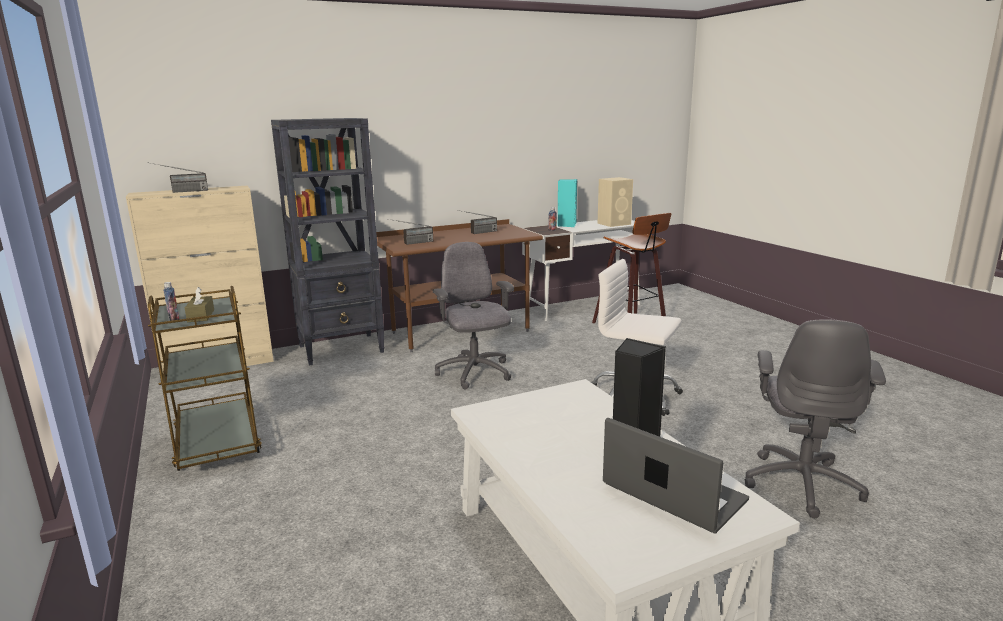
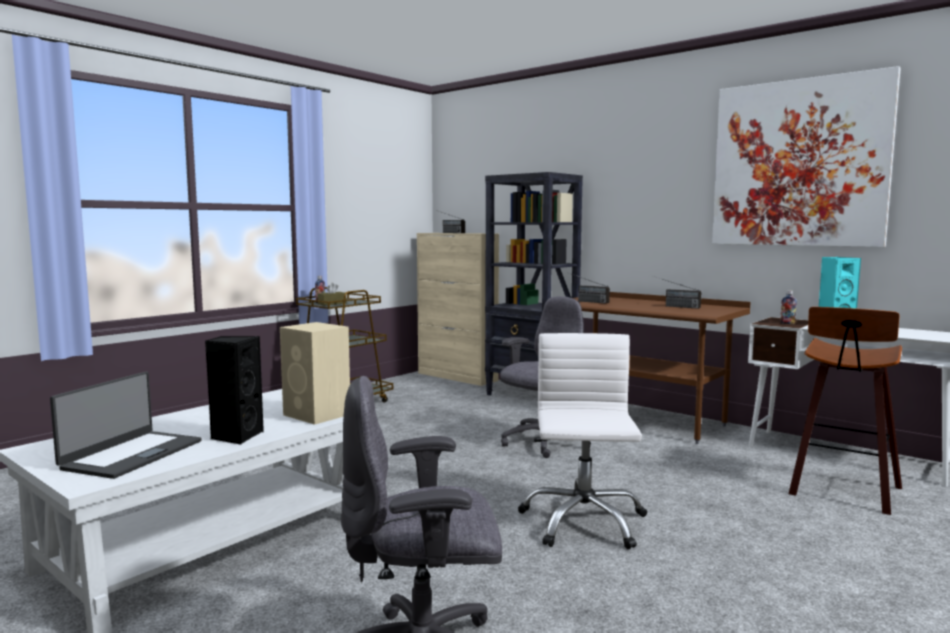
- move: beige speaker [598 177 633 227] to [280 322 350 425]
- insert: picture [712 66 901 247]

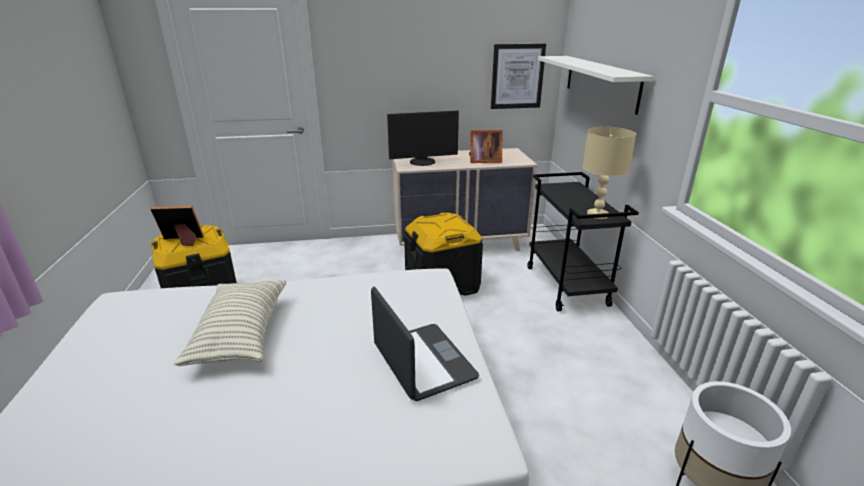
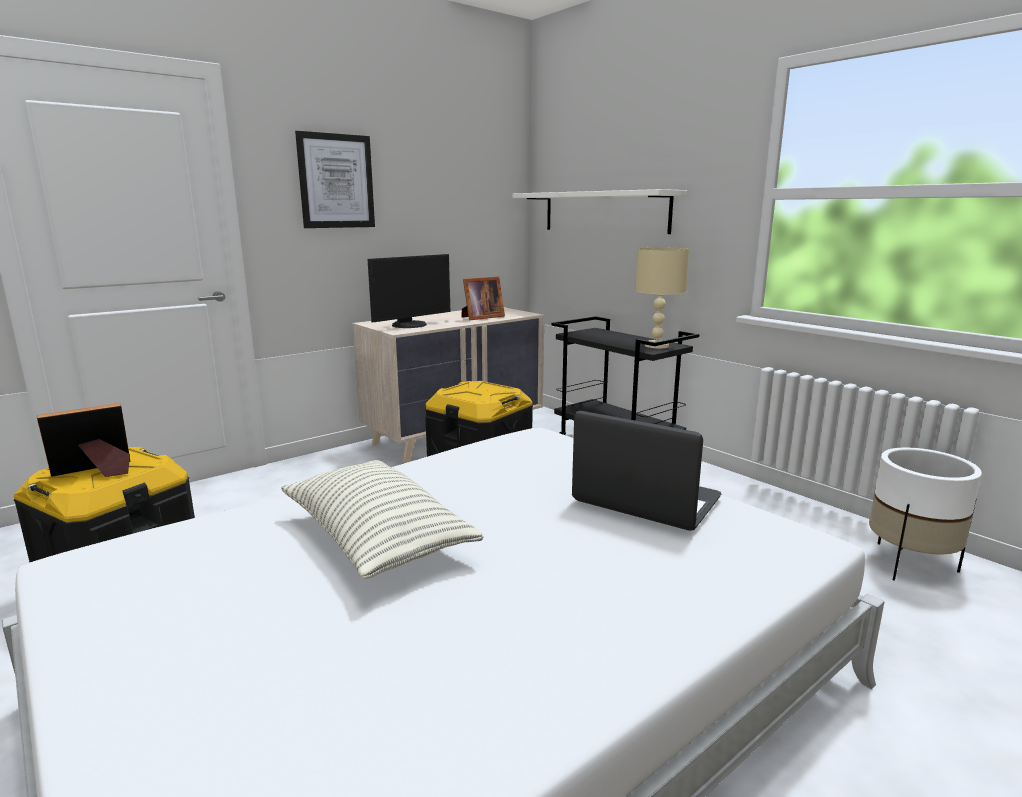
- move: picture [491 44 546 109] to [295 131 375 228]

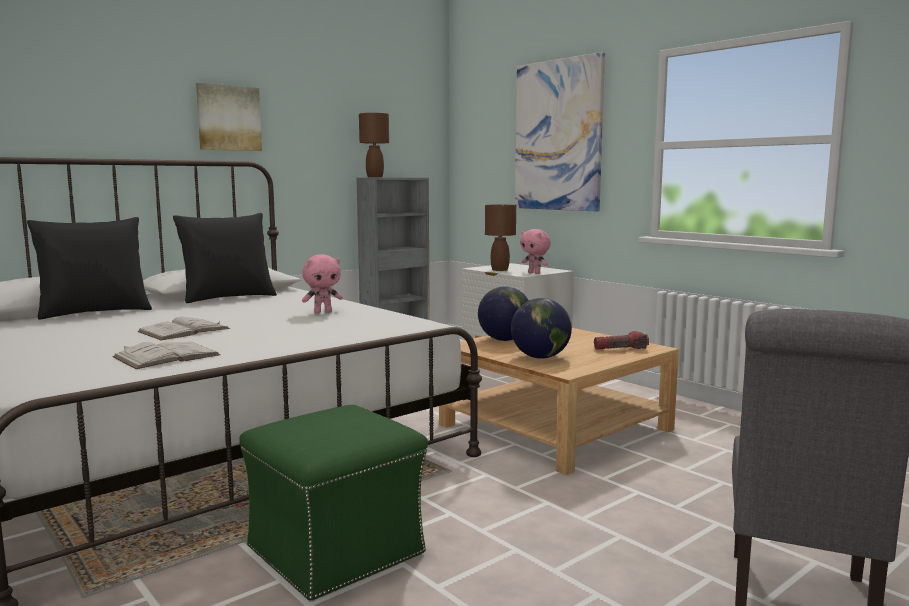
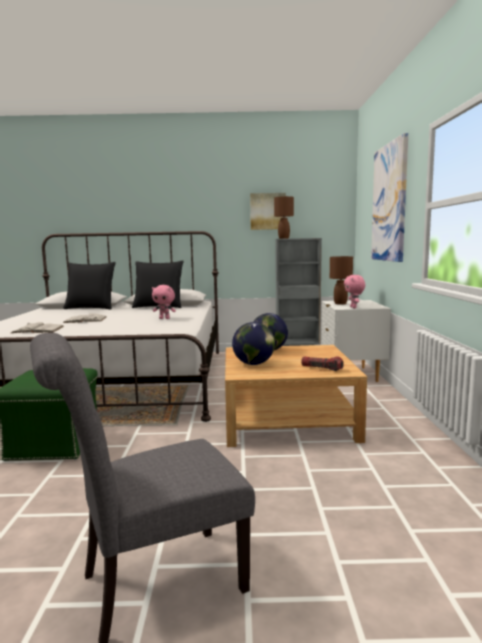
- move: picture [196 83 262 151] to [250 193 286 230]

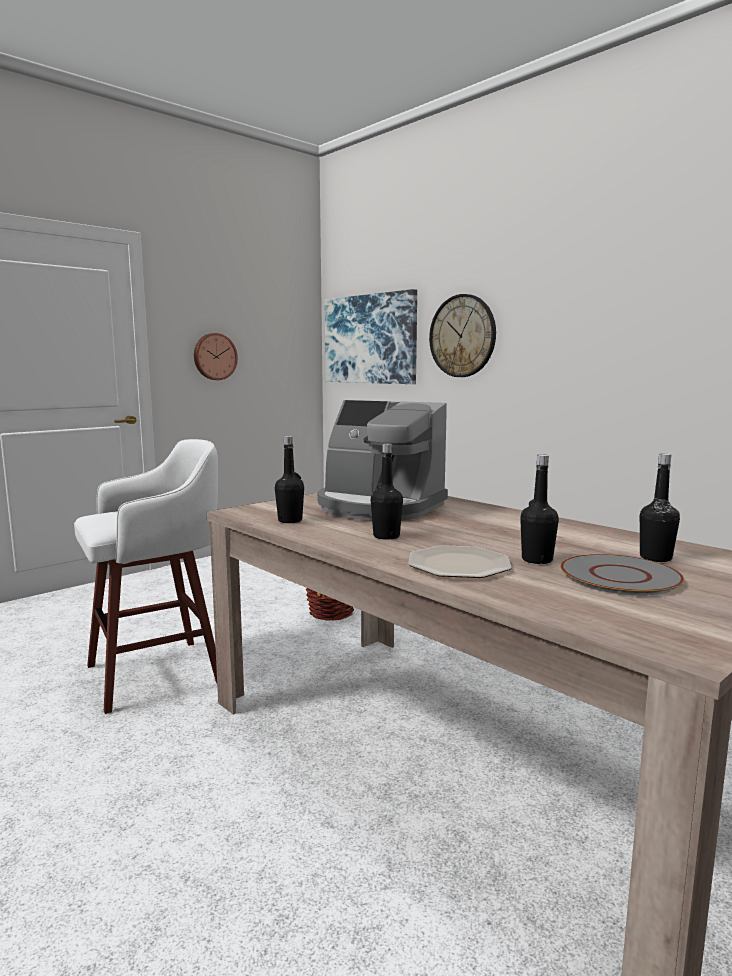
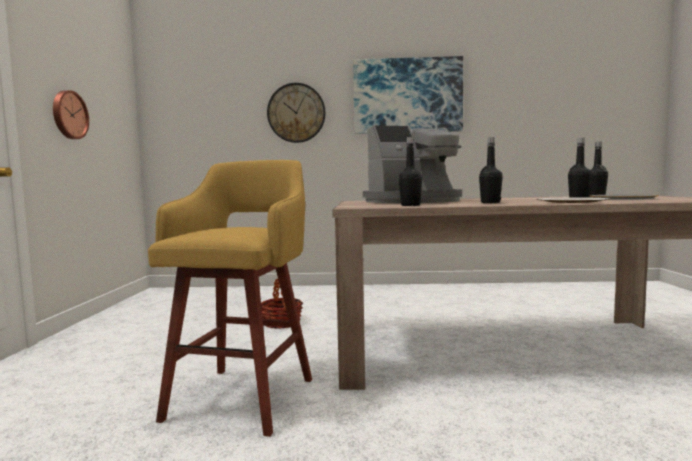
- move: picture [325 289 417 384] to [353 56 463 134]
- recolor: white stool [74 439 218 714] to yellow stool [148 160 312 437]

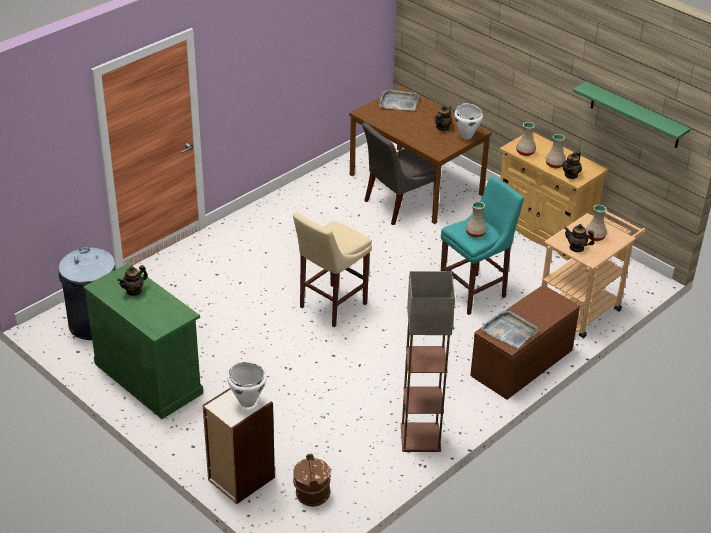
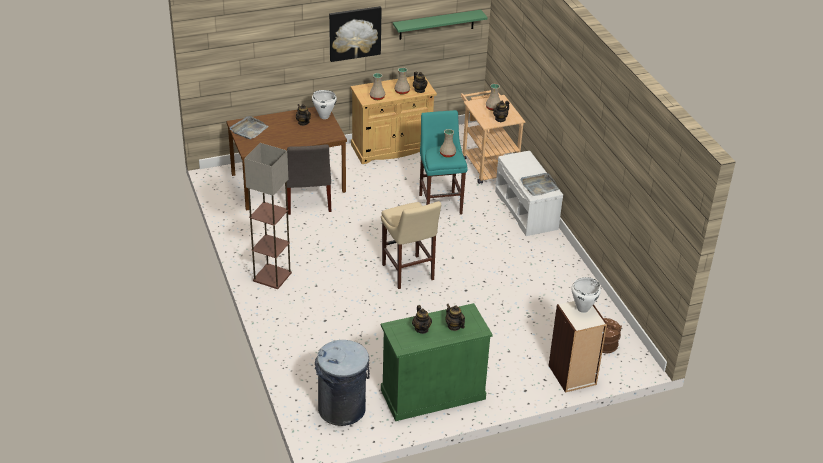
- move: floor lamp [401 271 455 452] to [244 143 292 289]
- recolor: brown bench [470 285 580 400] to white bench [495 151 563 236]
- insert: picture [329 6 382 62]
- insert: teapot [446 304 465 331]

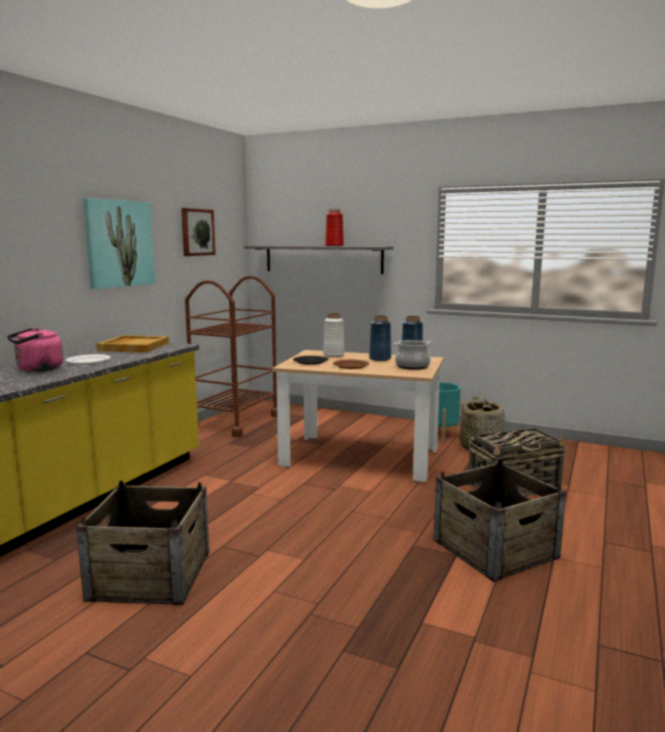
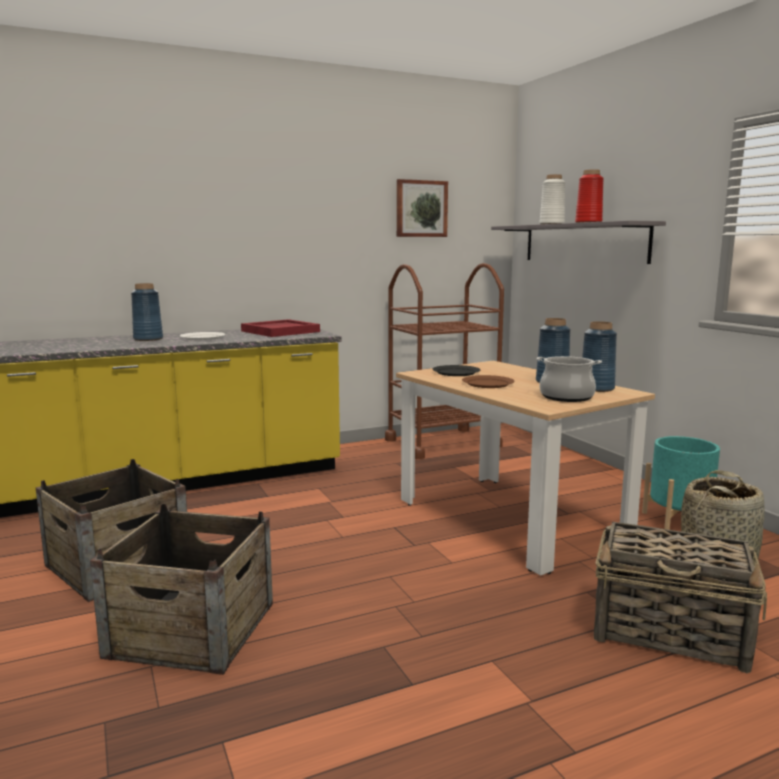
- delete: picture [83 198 155 289]
- move: white vase [323 313 345 357] to [539 174 565 224]
- replace: pink kettle [7 328 63 372] to blue vase [131 283 163 341]
- recolor: beige tray [96 335 169 353] to red tray [241 319 320 337]
- move: crate [434 458 566 582] to [90 504 273 675]

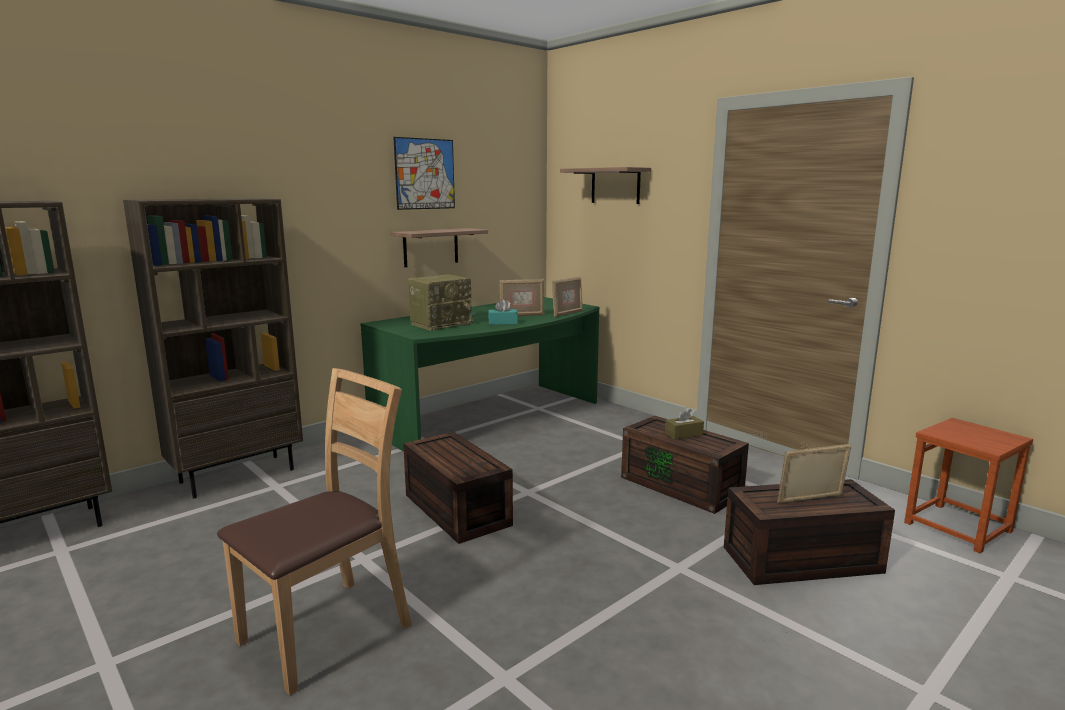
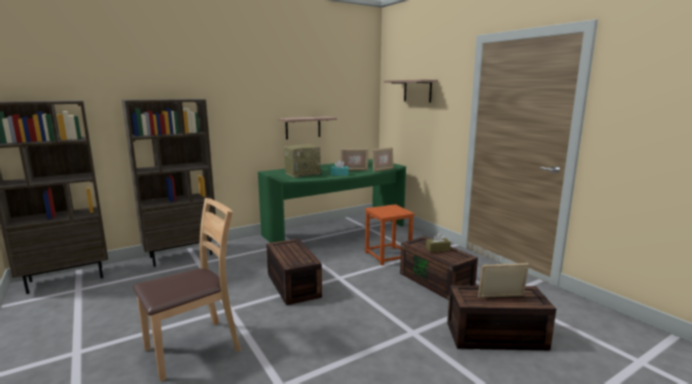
- delete: picture [393 137 455 210]
- move: brown stool [904 418 1033 553] to [365 204 414 265]

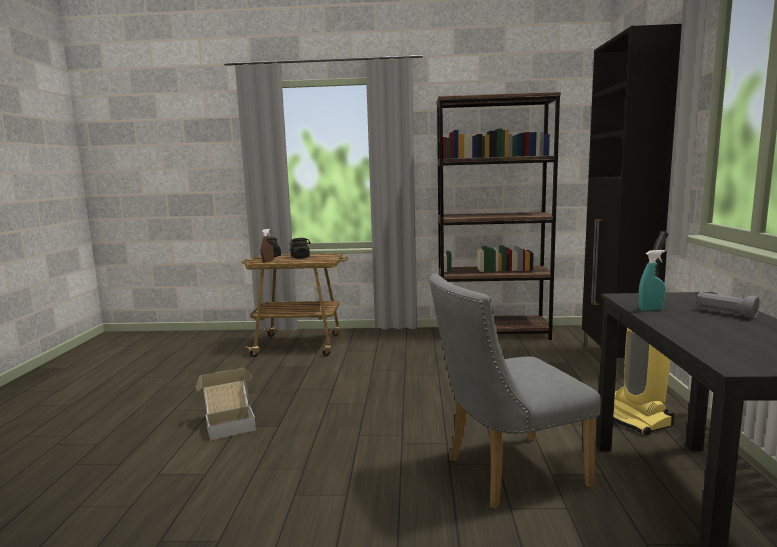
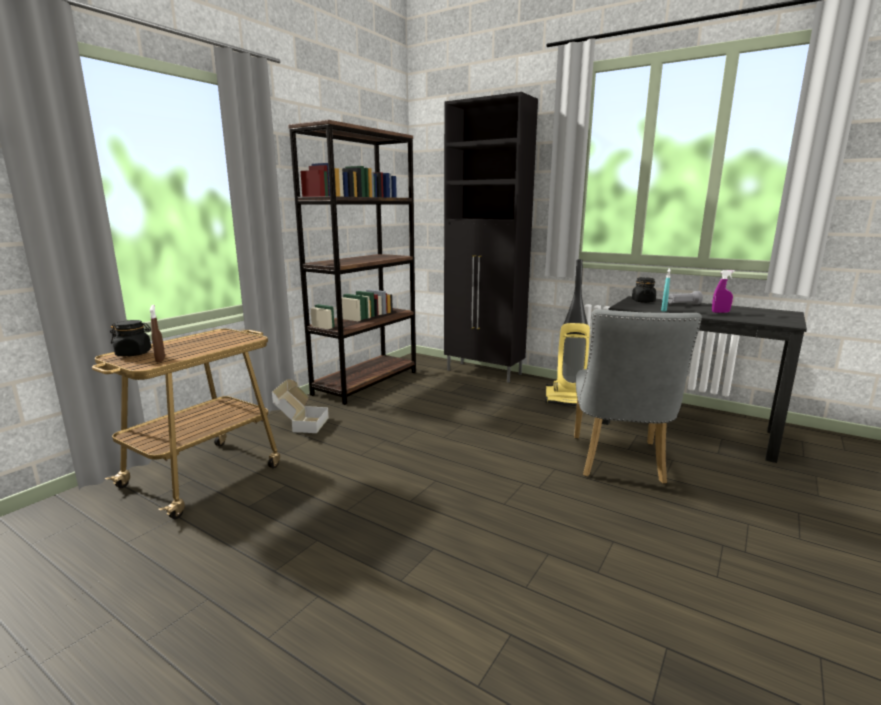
- move: black jar [289 238 311 259] to [632 277 656 303]
- move: cardboard box [196 368 256 441] to [272 379 329 433]
- insert: purple spray bottle [712 270 735 313]

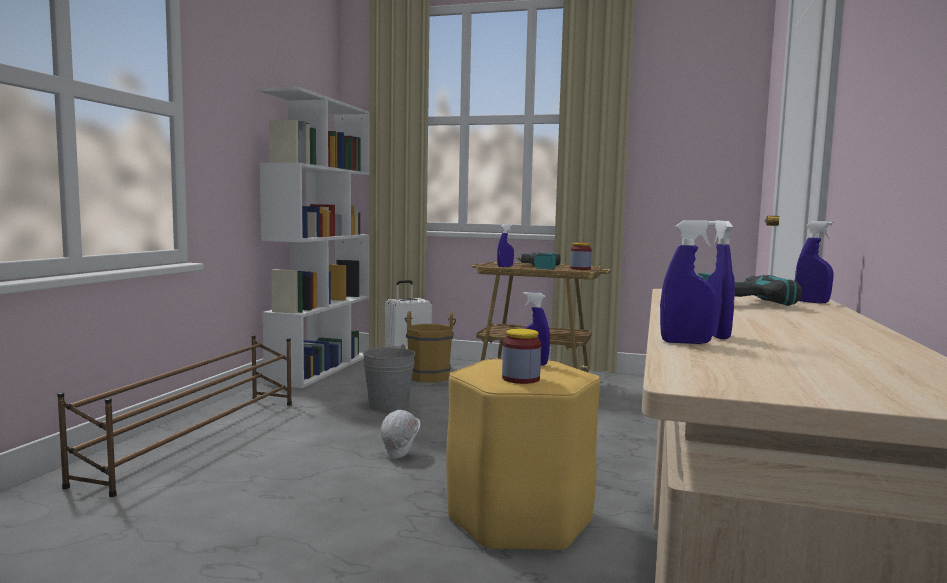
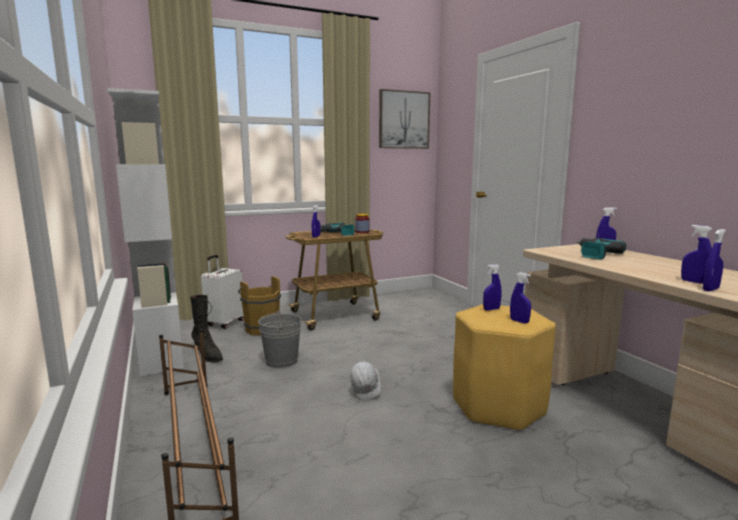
- replace: jar [502 329 541 384] to blue spray bottle [510 272 531 324]
- insert: picture [379 89 430 149]
- insert: black boot [190 295 223 363]

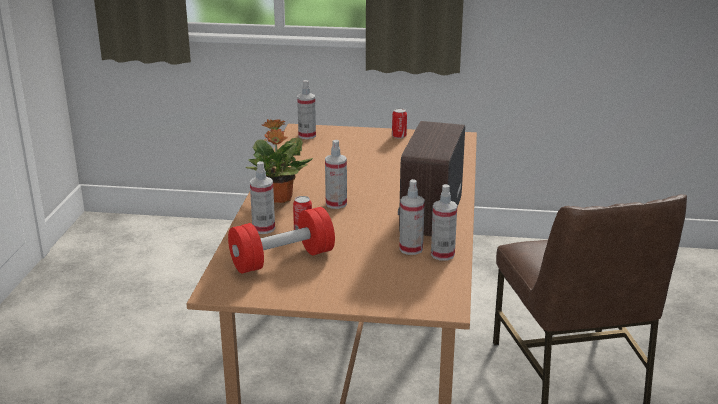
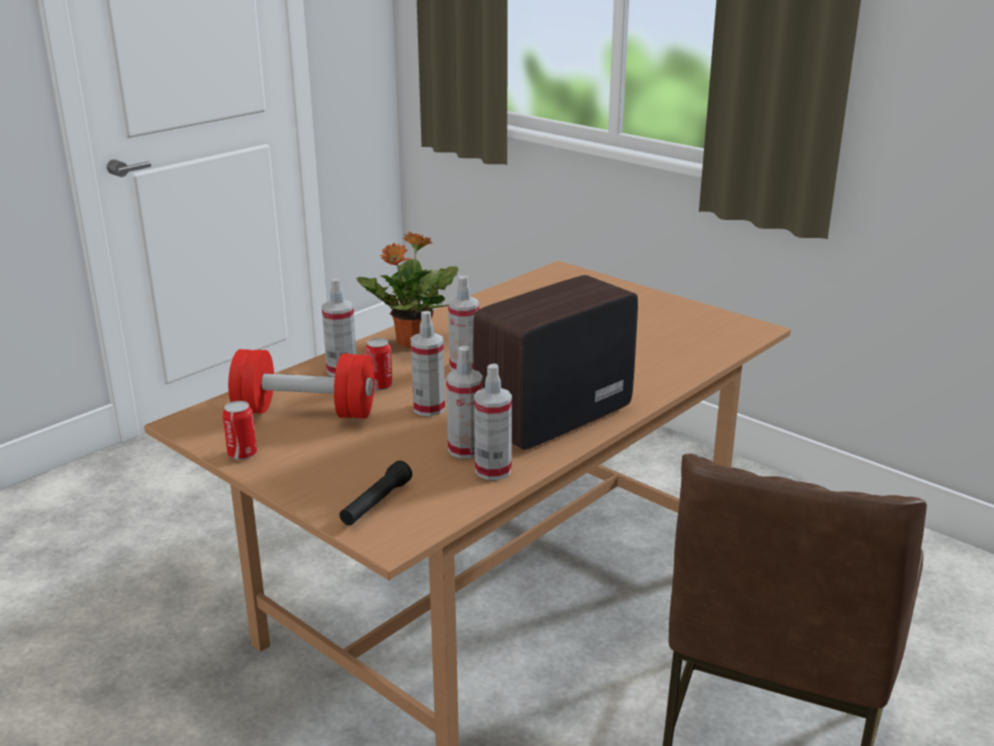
- move: spray bottle [297 80 316 139] to [411 311 445 416]
- move: can [392 108 407 139] to [223 401 257 460]
- insert: black flashlight [339 461 412 526]

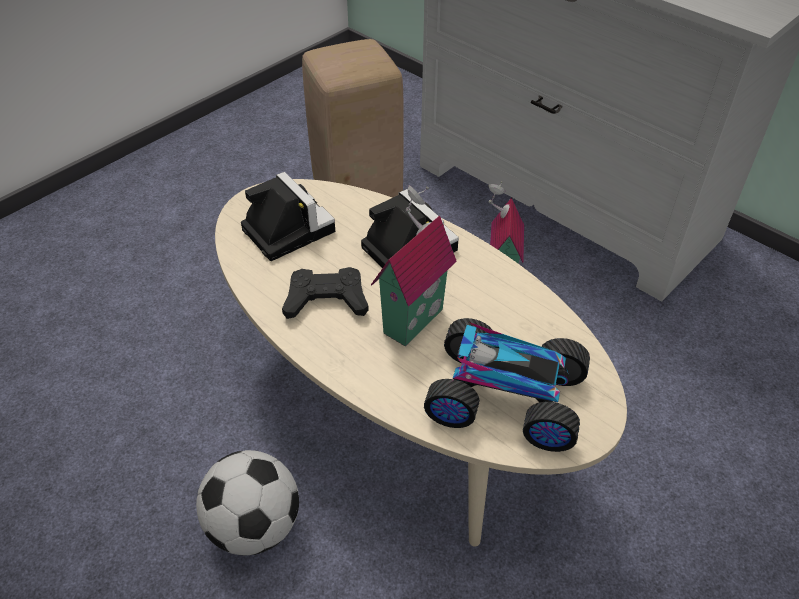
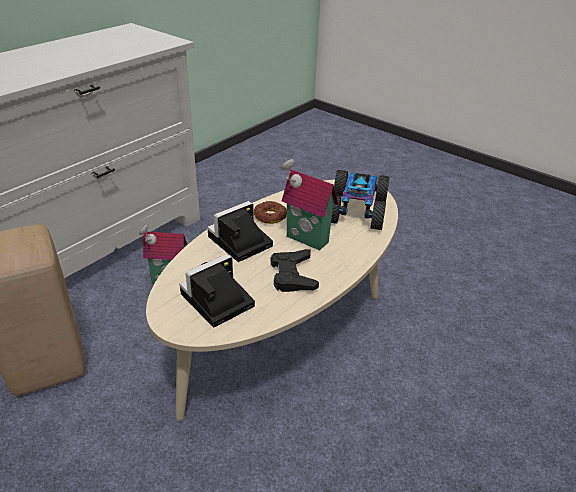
- delete: football [196 450 299 555]
- insert: donut [254 201 287 224]

